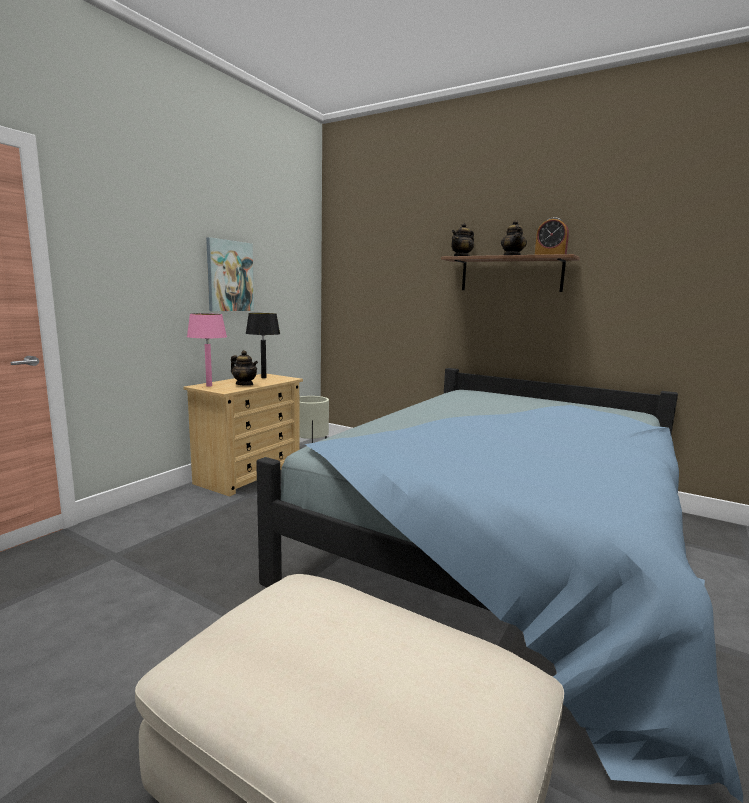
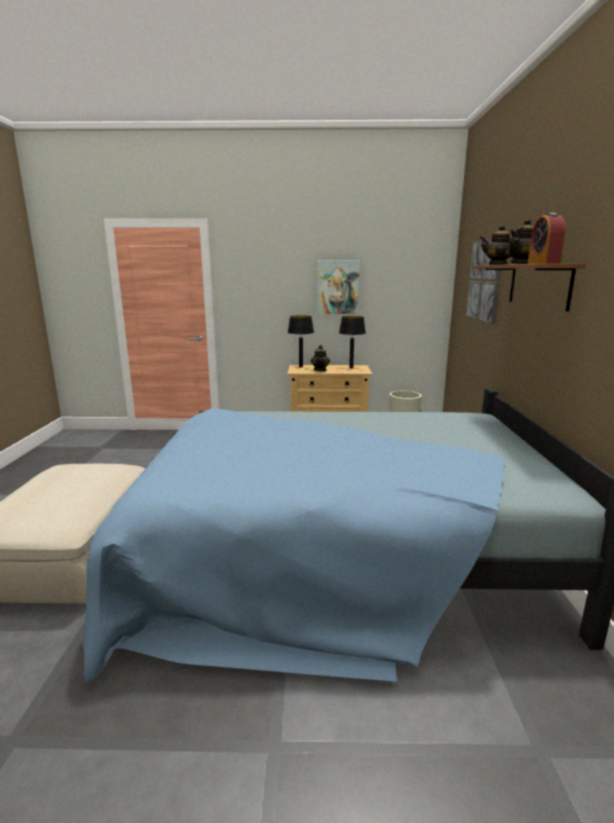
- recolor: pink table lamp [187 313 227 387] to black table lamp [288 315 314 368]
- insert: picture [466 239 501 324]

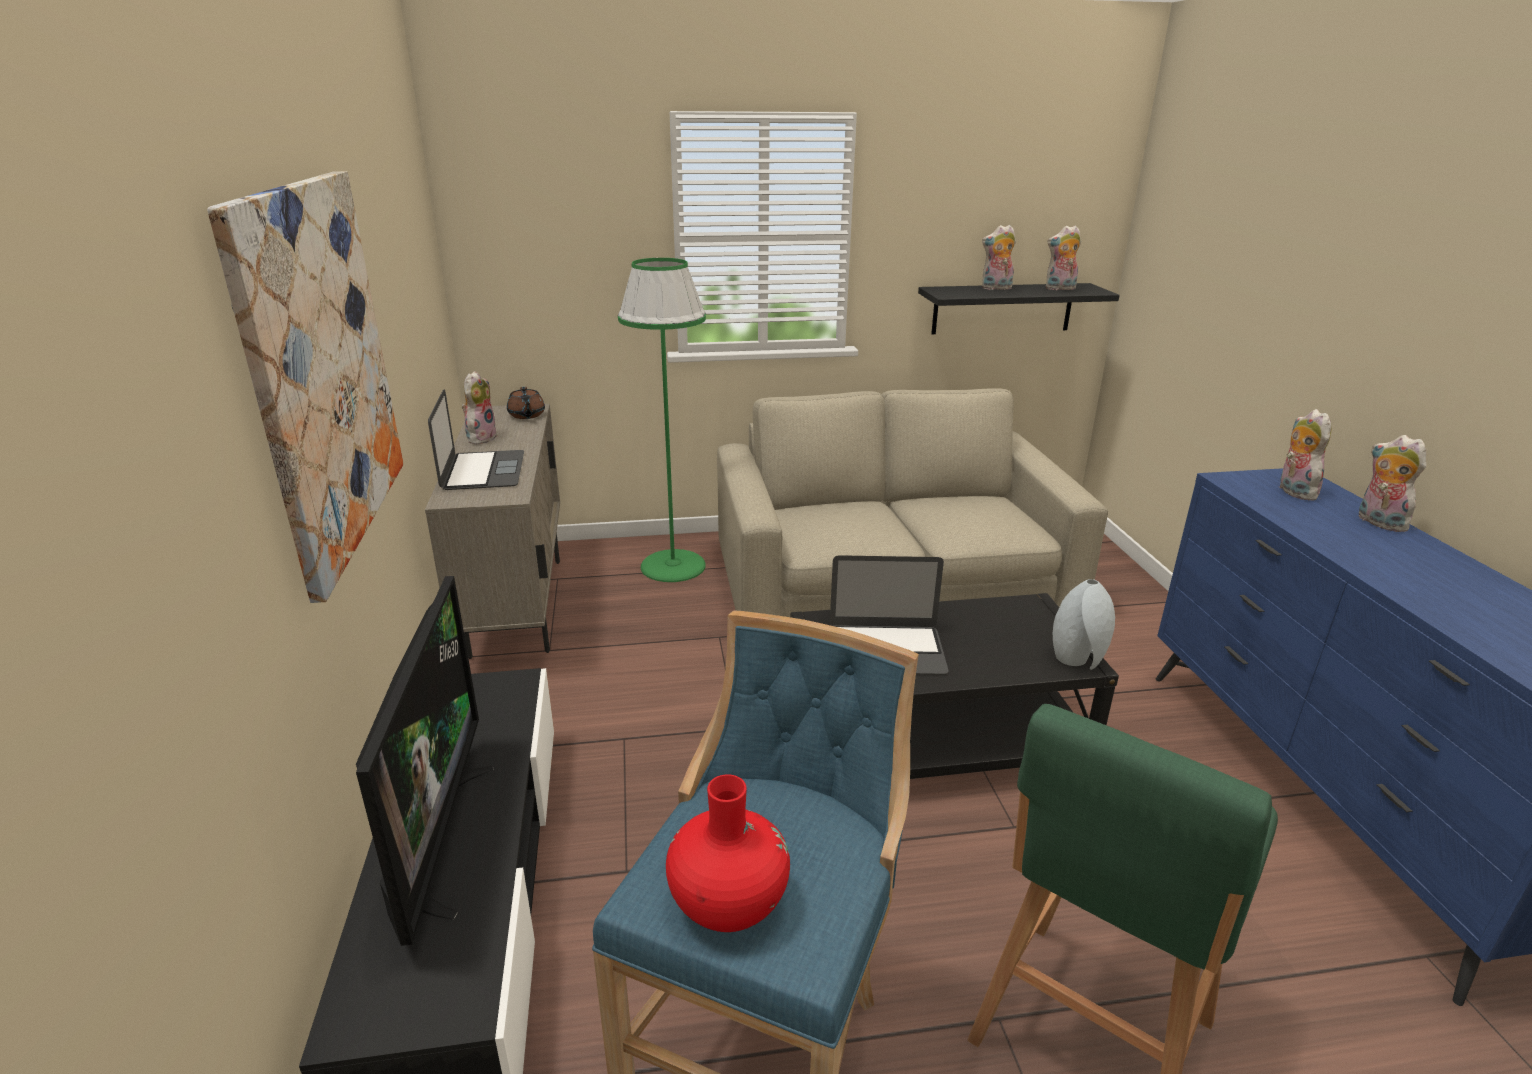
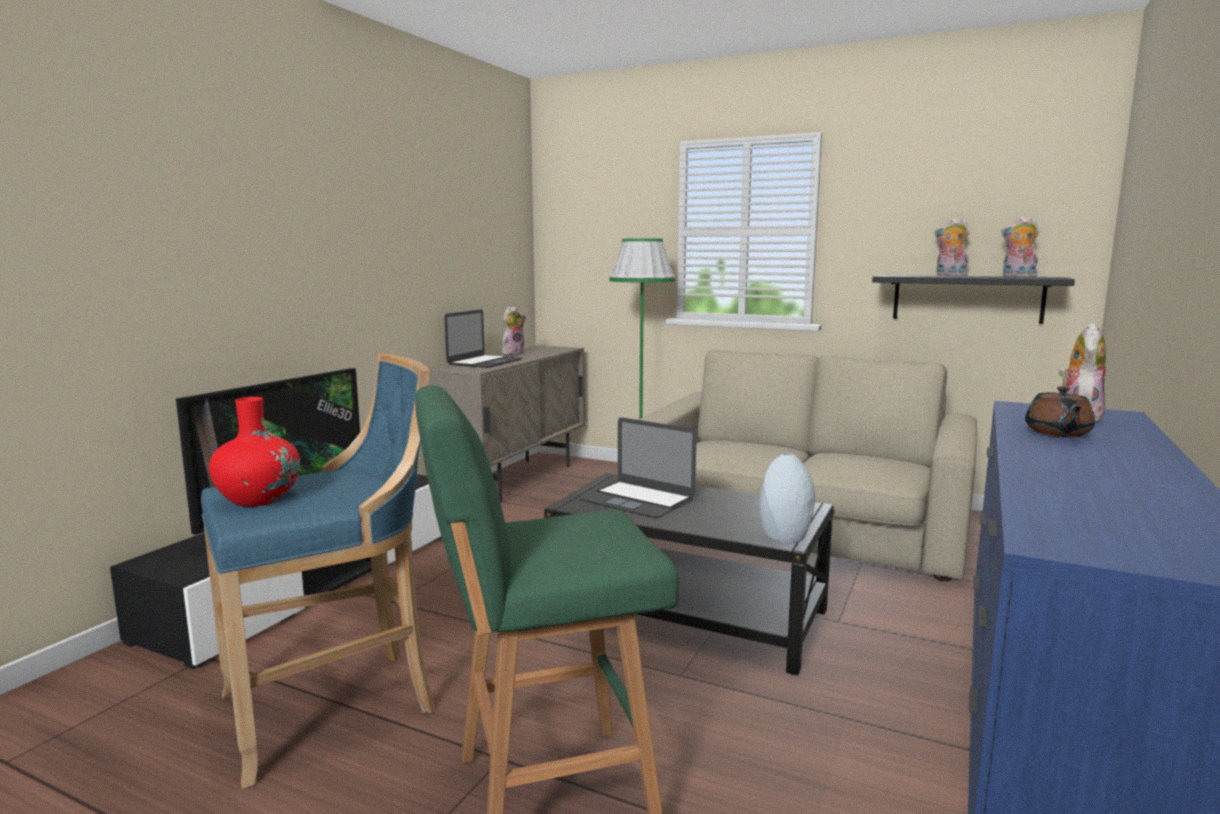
- delete: picture [207 171 403 603]
- move: brown teapot [507 387 545 419] to [1025 386 1095 437]
- delete: plush toy [1359 435 1426 532]

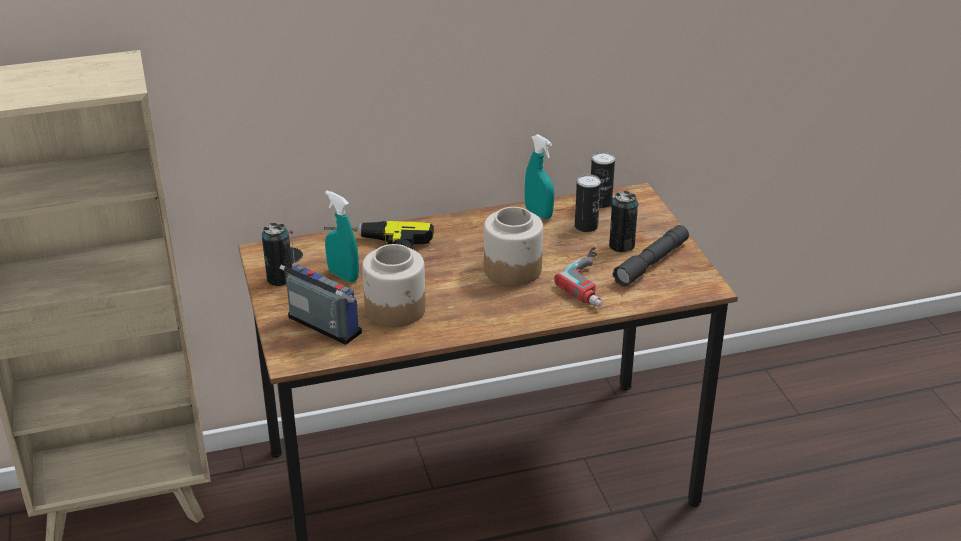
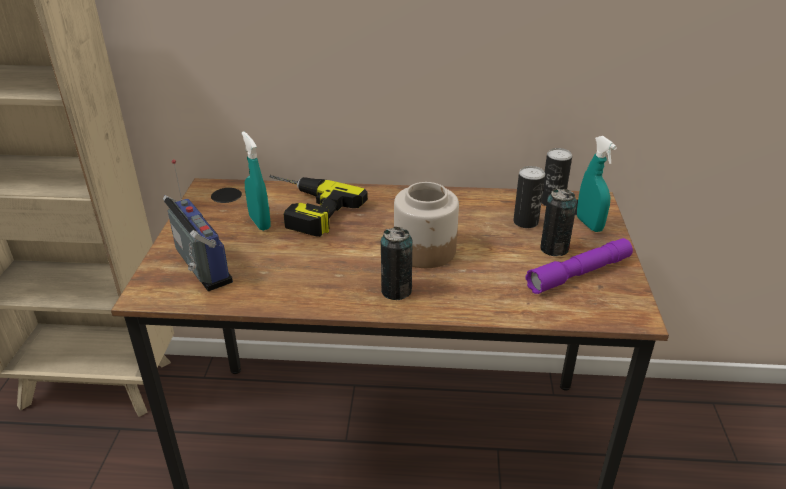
- move: turquoise spray bottle [525 134 554 219] to [577 136 617 232]
- move: can [262 223 292 286] to [381 227 413 300]
- recolor: grey flashlight [613 225 689 287] to purple flashlight [526 238 633 294]
- delete: jar [362 244 426 327]
- delete: power drill [554 247 602 306]

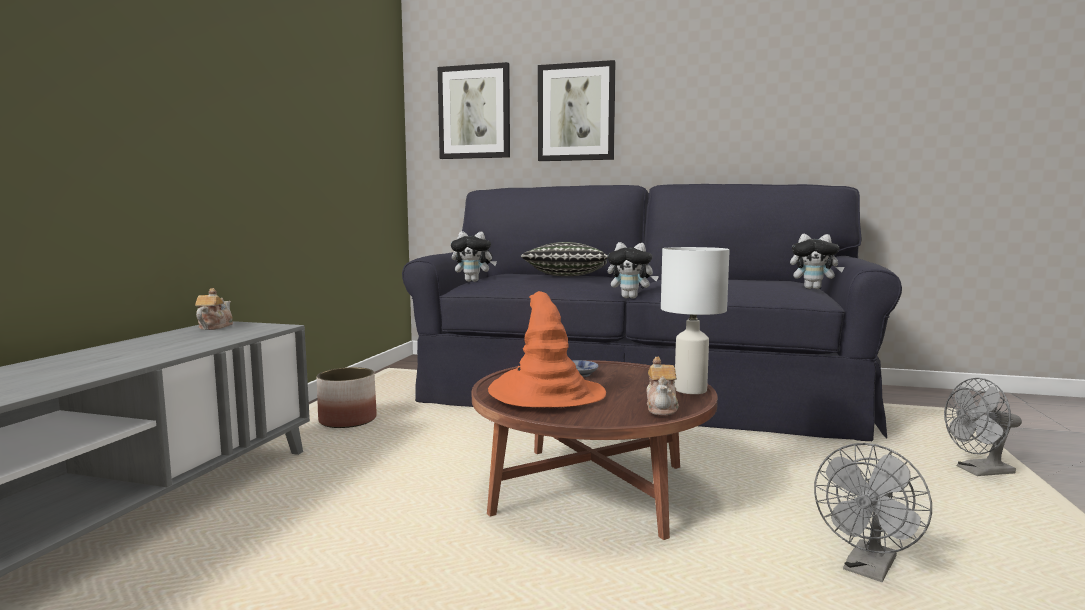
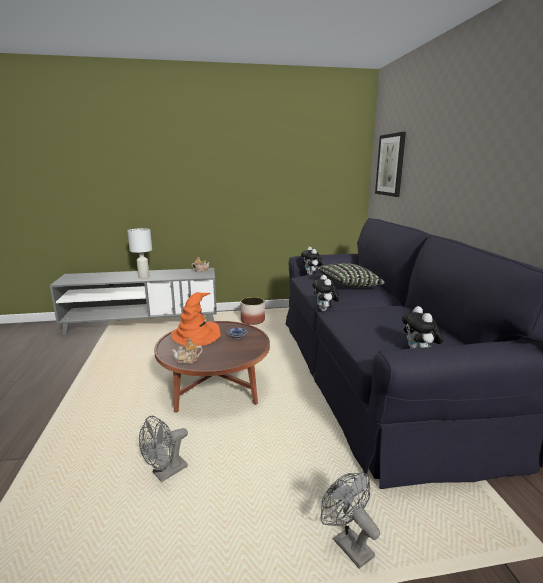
- delete: picture [538 60 616 161]
- move: white table lamp [661 247 730 394] to [127 228 152 278]
- rotate: grey fan [814 443 932 583] = [139 416 188 482] 60 degrees counterclockwise

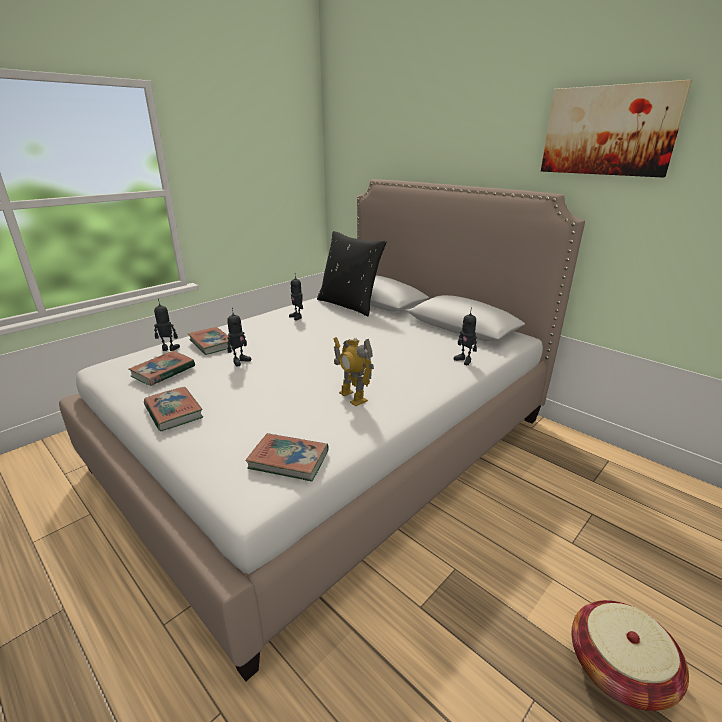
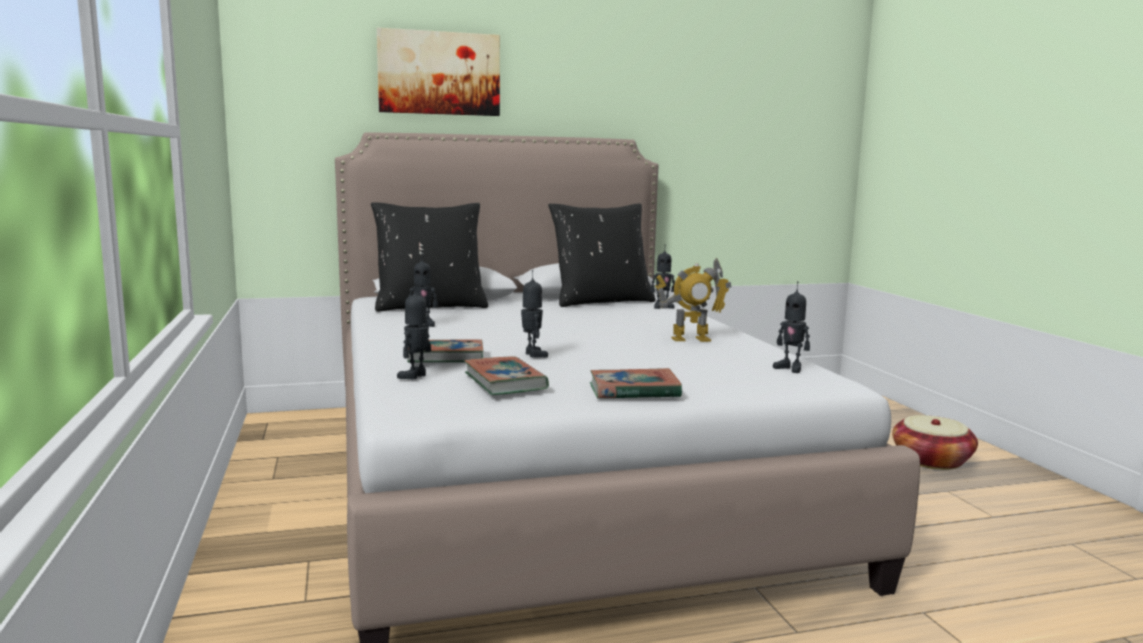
- move: picture [541 80 692 177] to [377 28 500 116]
- replace: book [246 433 329 482] to toy robot [773 281 810 373]
- insert: black pillow [548 203 656 307]

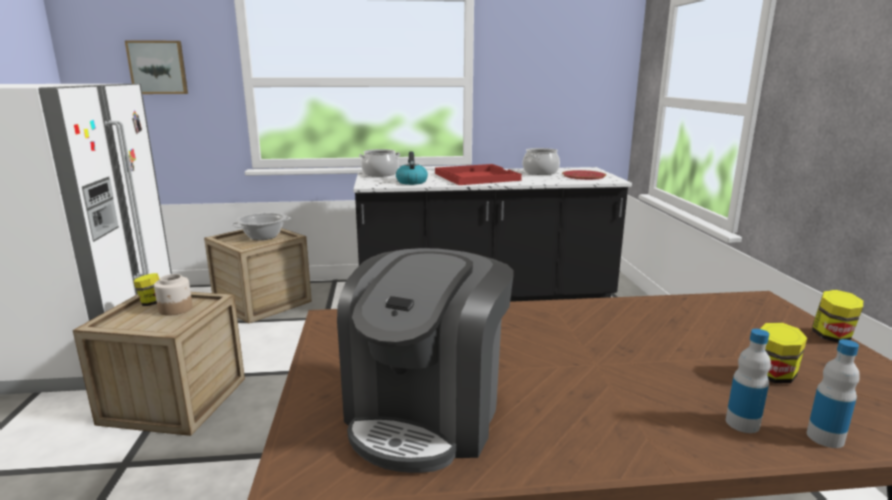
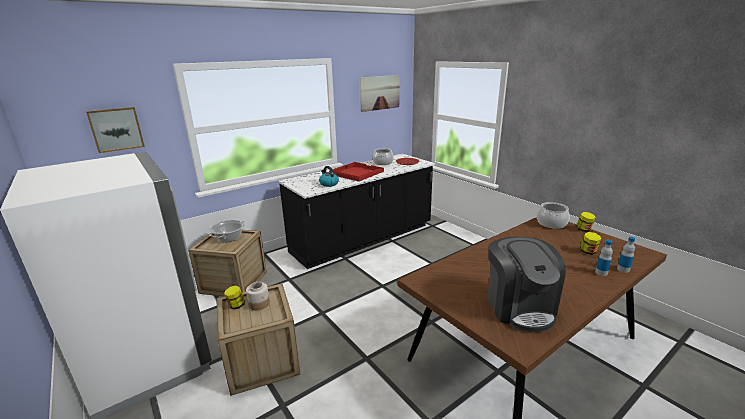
- move: cooking pot [359 149 401 177] to [537 202 570 229]
- insert: picture [360 75 400 112]

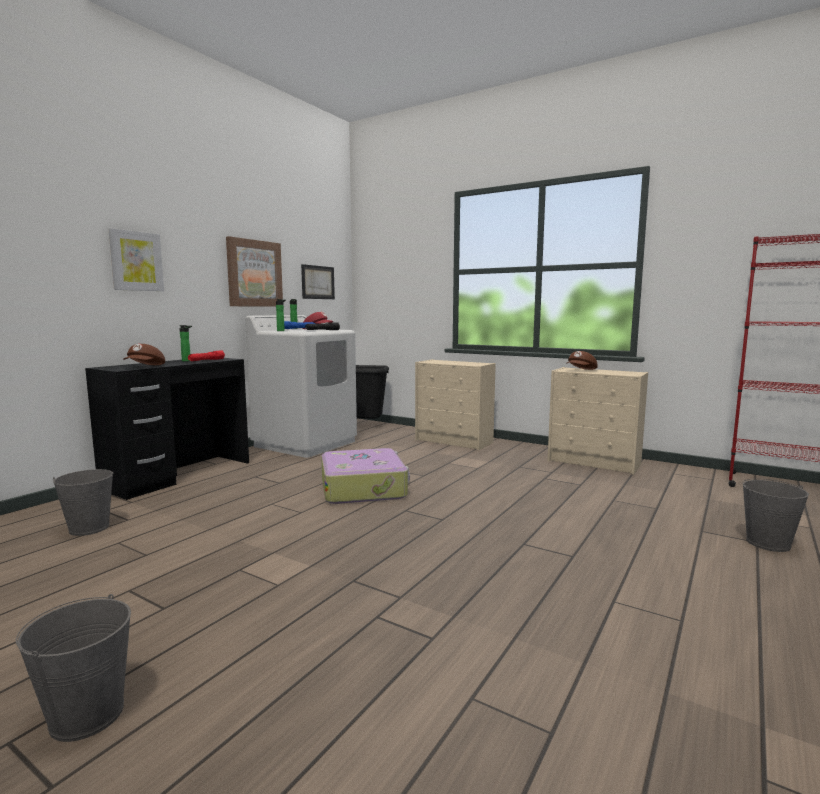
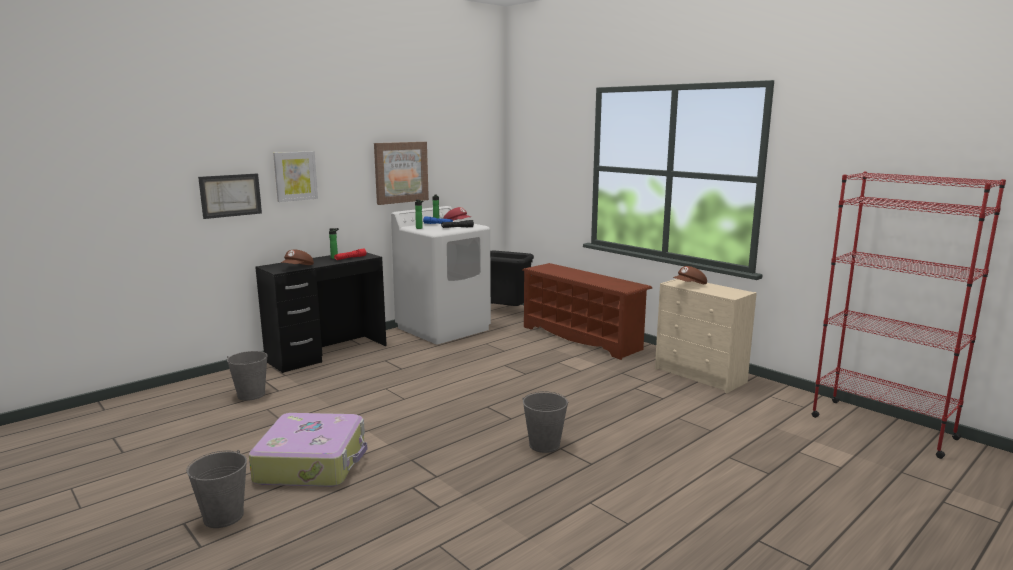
- move: picture [301 264 335 299] to [198 173 262 219]
- replace: beige dresser [415 359 496 451] to brown shoe rack [523 263 652 360]
- move: suitcase [321 448 410 504] to [249 413 367 487]
- move: grey bucket [742 479 809 552] to [523 391 569 453]

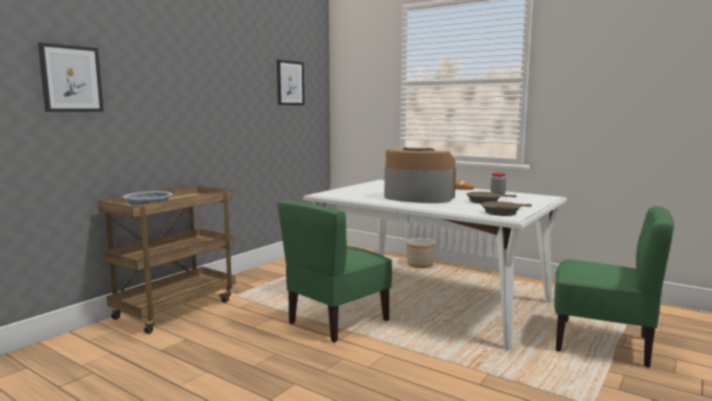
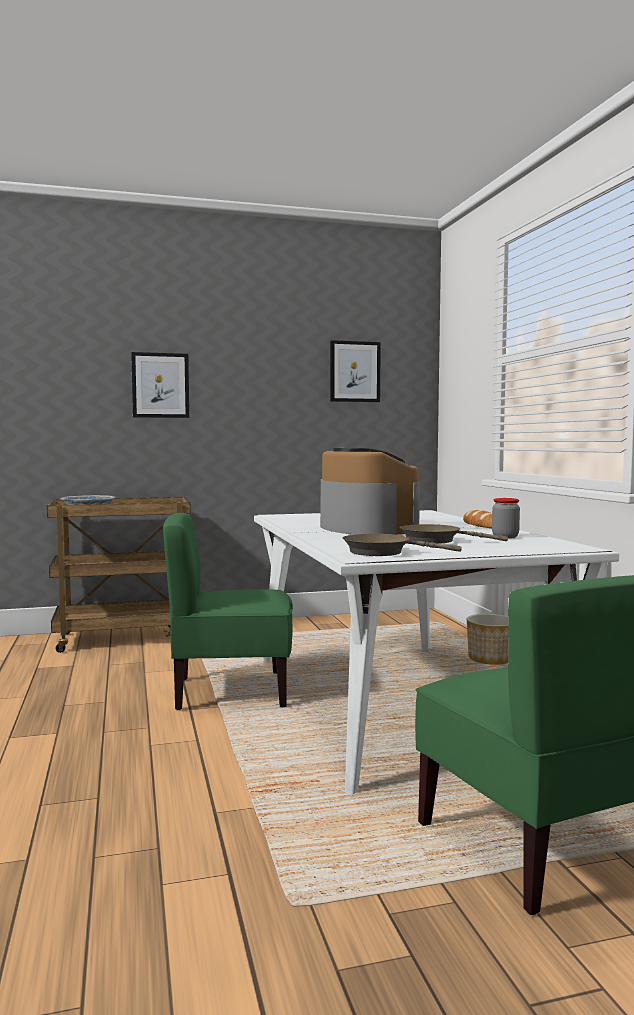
- move: picture [38 42 104 112] to [131 352 189 418]

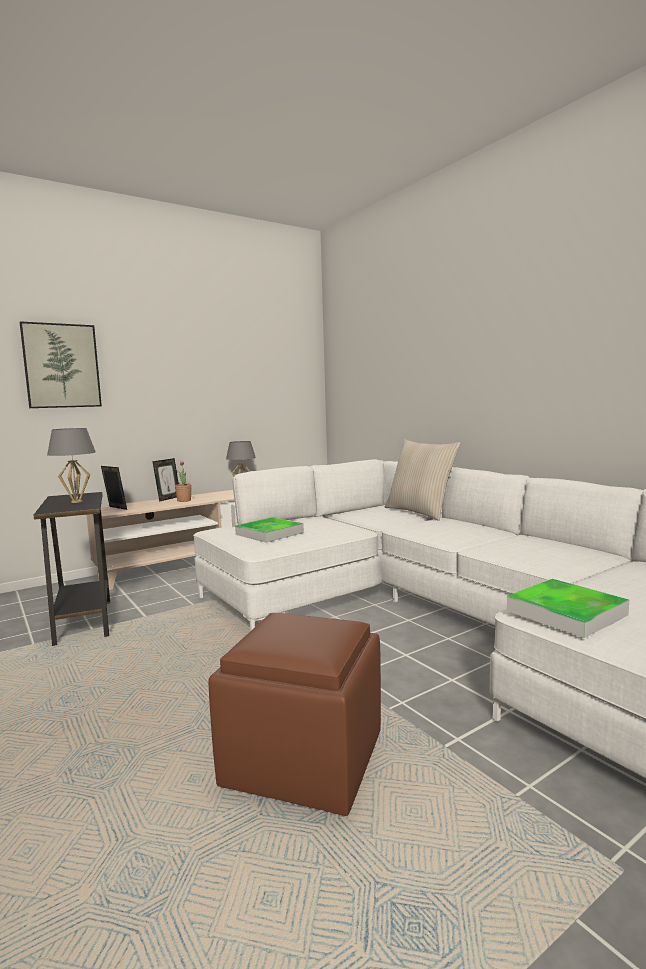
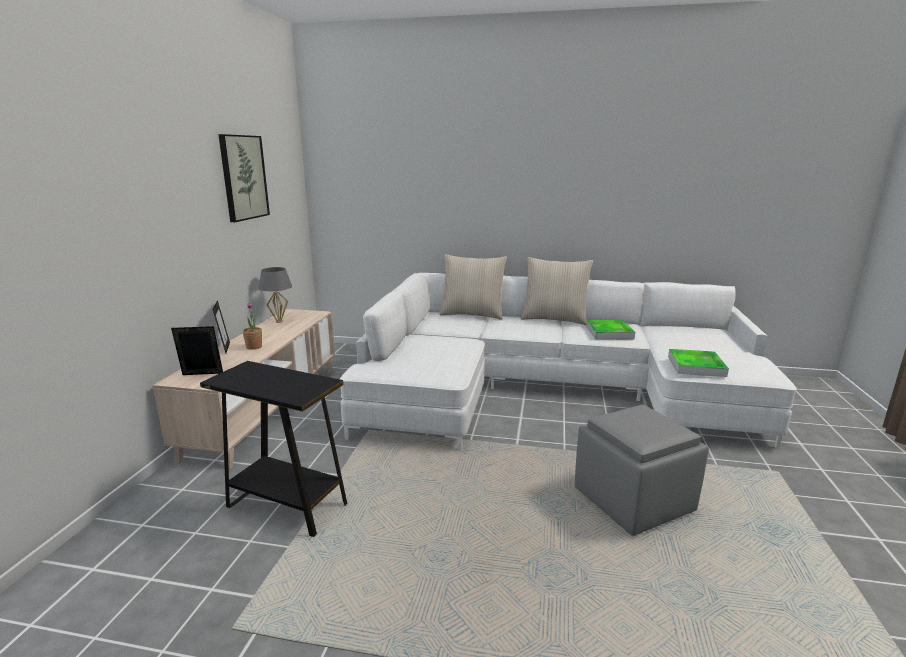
- move: picture [20 321 102 408] to [218 134 270 222]
- delete: grey table lamp [47 428 96 503]
- move: tray [235 517 304 543] to [586 320 635 339]
- recolor: brown ottoman [208 613 381 816] to grey ottoman [575 404 709 536]
- insert: beige pillow [520 257 593 325]

